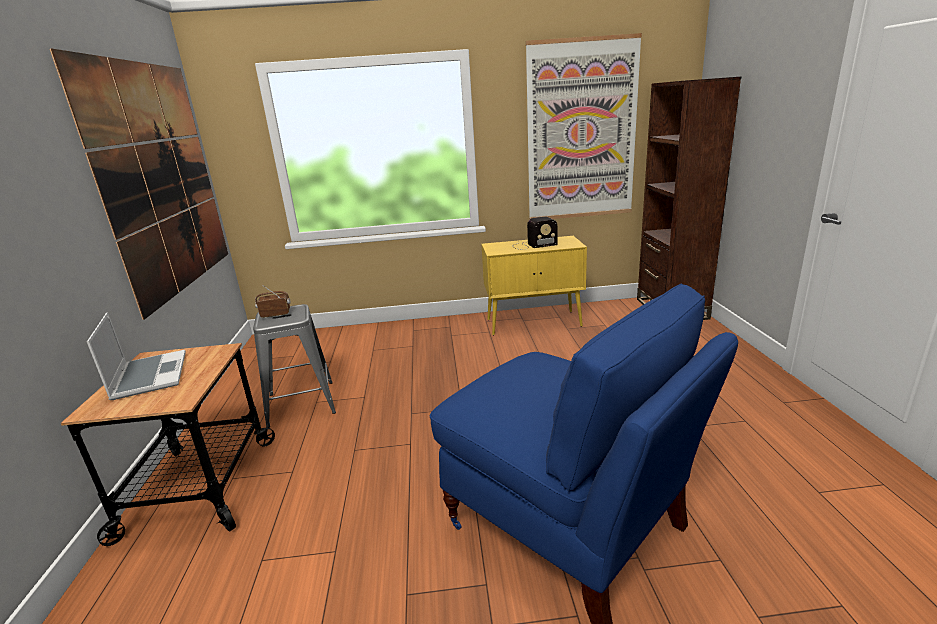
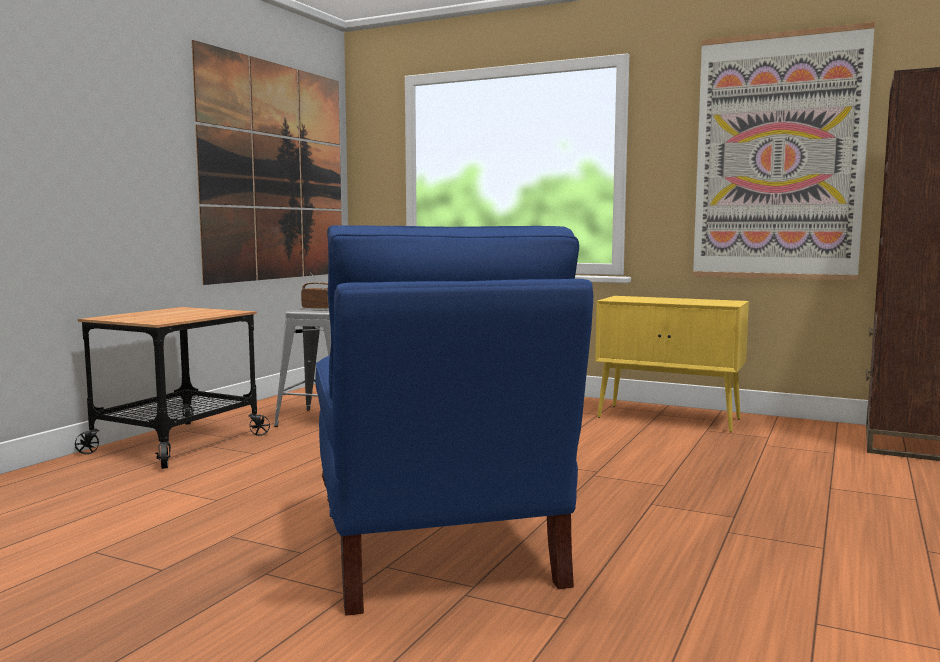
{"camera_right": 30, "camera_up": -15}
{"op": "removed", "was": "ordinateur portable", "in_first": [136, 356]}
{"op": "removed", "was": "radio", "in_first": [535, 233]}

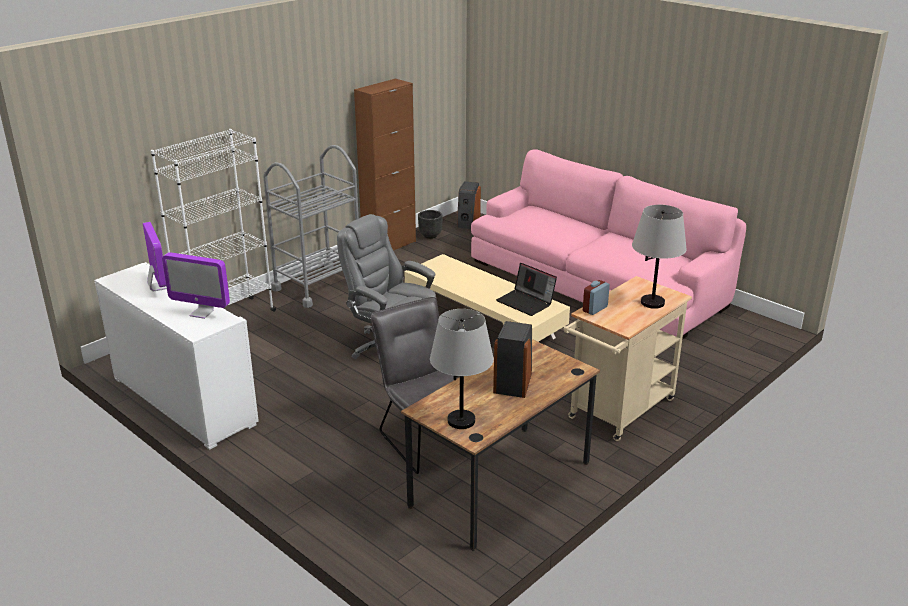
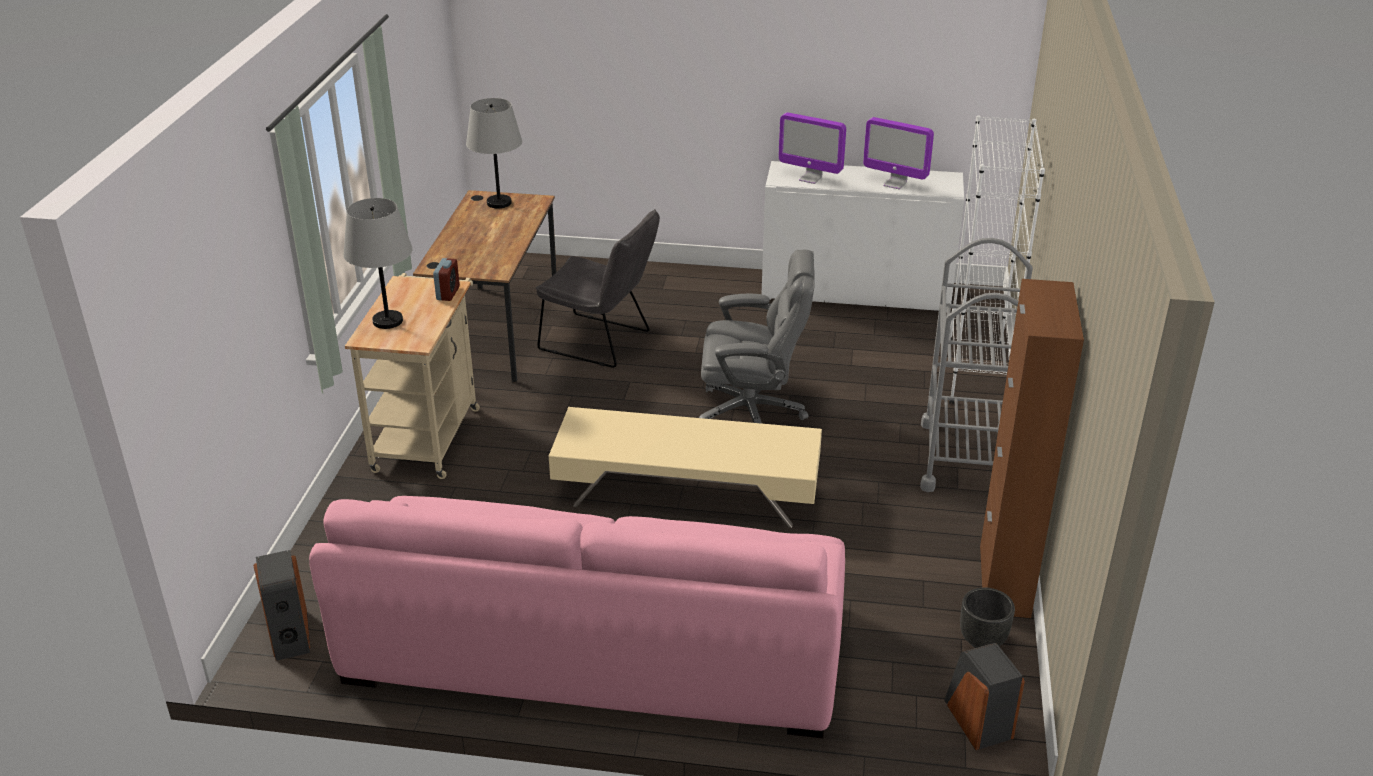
{"camera_right": 145, "camera_up": 5}
{"op": "moved", "was": "enceinte", "in_first": [512, 359], "in_second": [281, 605]}
{"op": "turned", "was": "écran d'ordinateur", "in_first": [196, 285], "in_second": [812, 148], "clockwise": -135}
{"op": "removed", "was": "ordinateur portable", "in_first": [526, 289]}

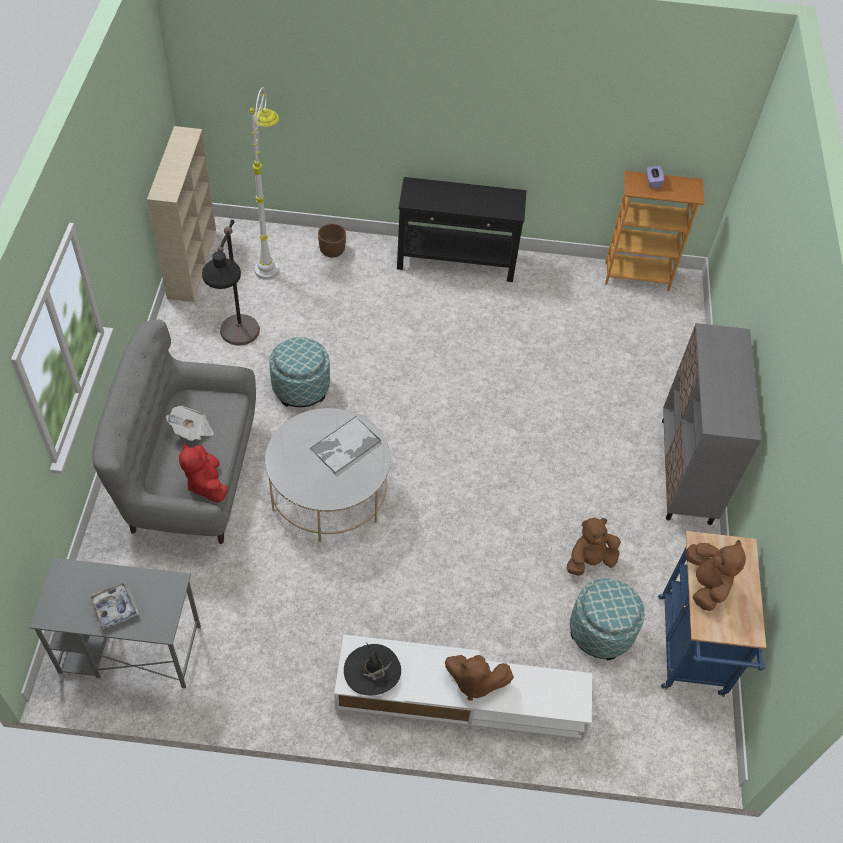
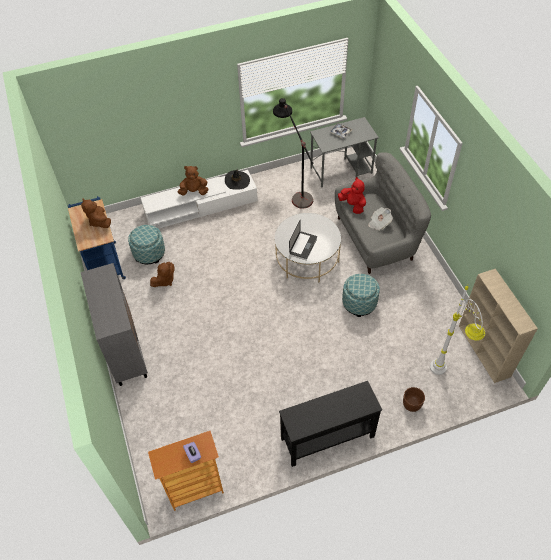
{"camera_right": 160, "camera_up": 0}
{"op": "moved", "was": "lampadaire (noir)", "in_first": [231, 283], "in_second": [293, 153]}
{"op": "replaced", "was": "plateau", "now": "ordinateur portable", "in_first": [345, 445], "in_second": [303, 239]}

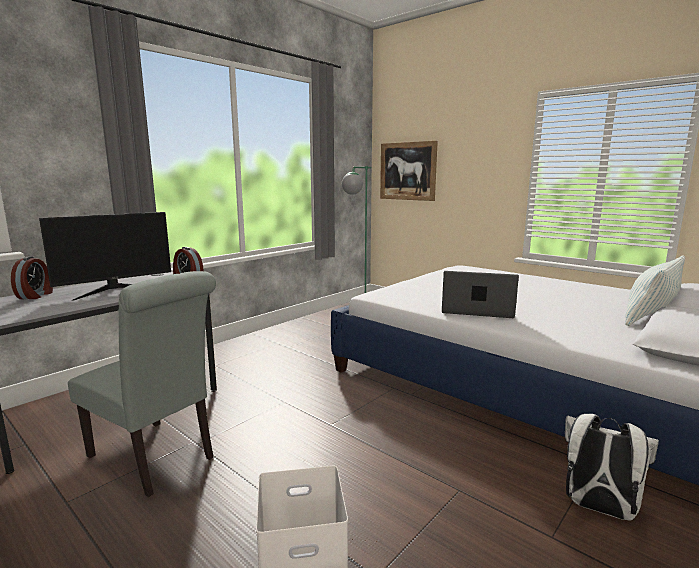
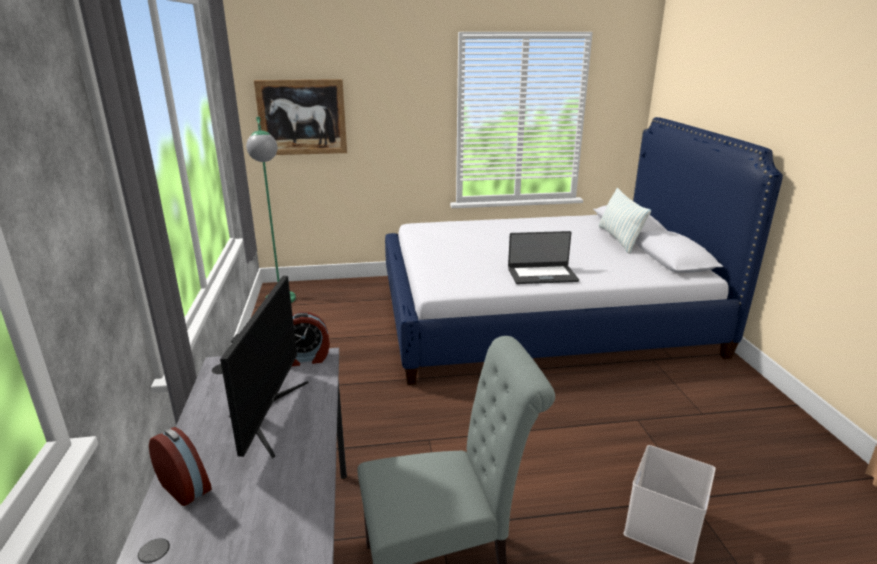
{"camera_right": -50, "camera_up": 10}
{"op": "turned", "was": "ordinateur portable", "in_first": [480, 294], "in_second": [543, 257], "clockwise": -150}
{"op": "removed", "was": "sac à dos (blanc)", "in_first": [612, 467]}

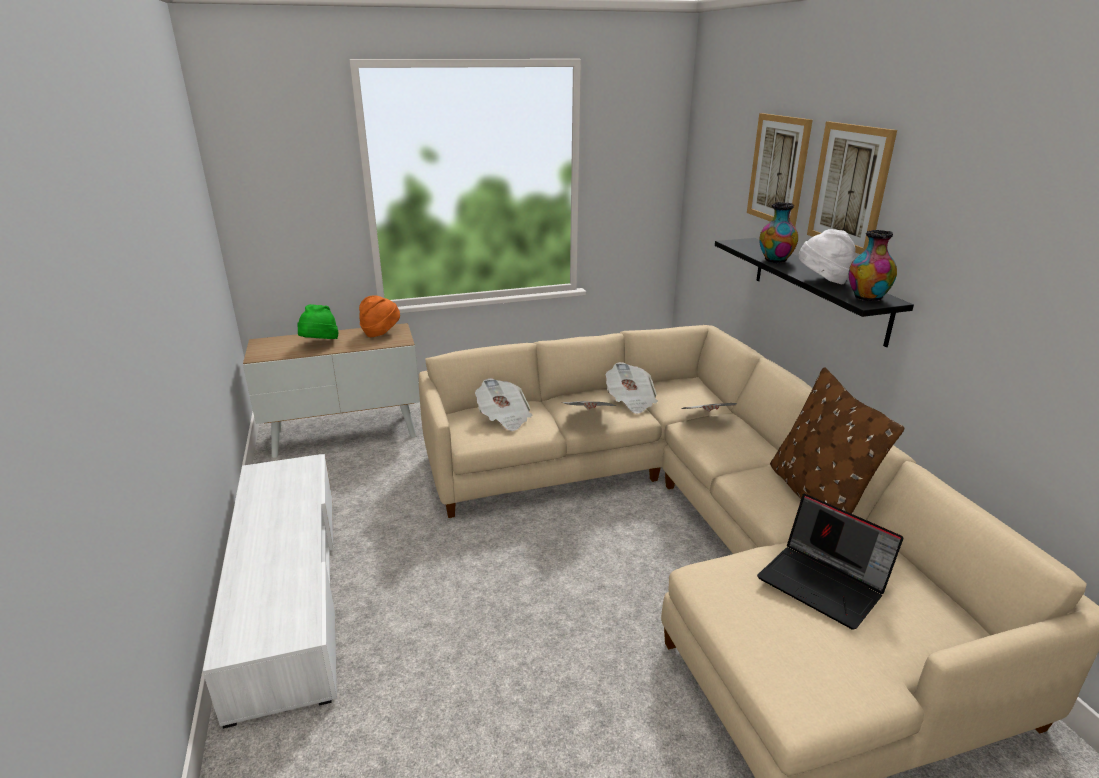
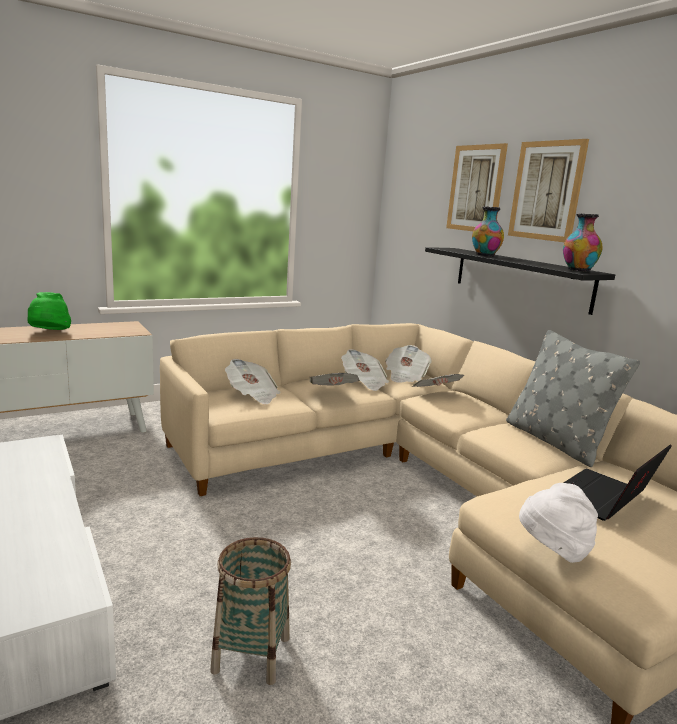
{"camera_right": -15, "camera_up": -10}
{"op": "added", "now": "panier", "in_second": [250, 611]}
{"op": "added", "now": "journal", "in_second": [408, 364]}
{"op": "recoloured", "was": "coussin (marron)", "now": "coussin (gris)", "in_first": [837, 441], "in_second": [573, 398]}
{"op": "moved", "was": "chapeau (blanc)", "in_first": [826, 256], "in_second": [558, 523]}
{"op": "turned", "was": "ordinateur portable", "in_first": [830, 562], "in_second": [618, 482], "clockwise": 105}
{"op": "removed", "was": "chapeau (orange)", "in_first": [379, 316]}

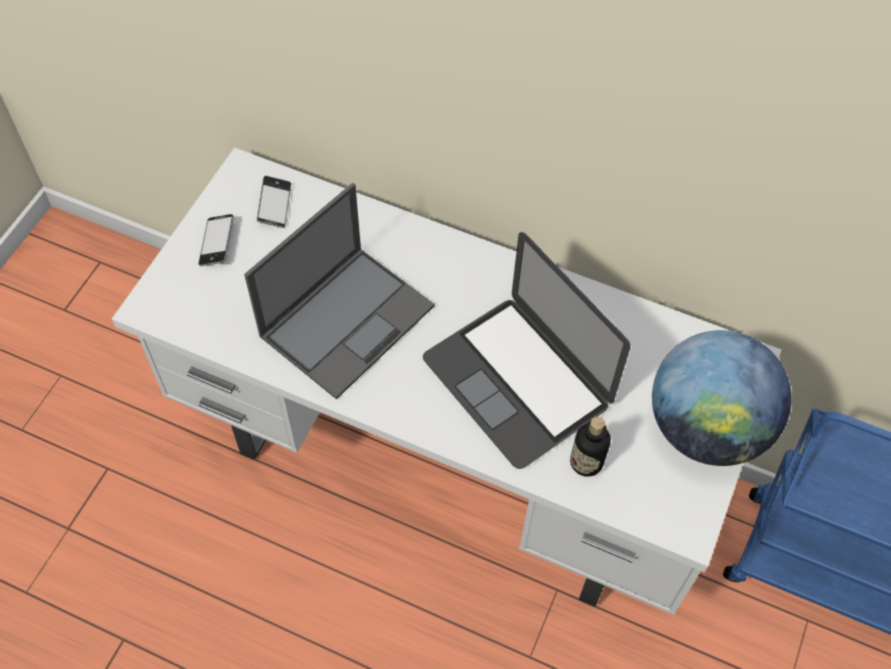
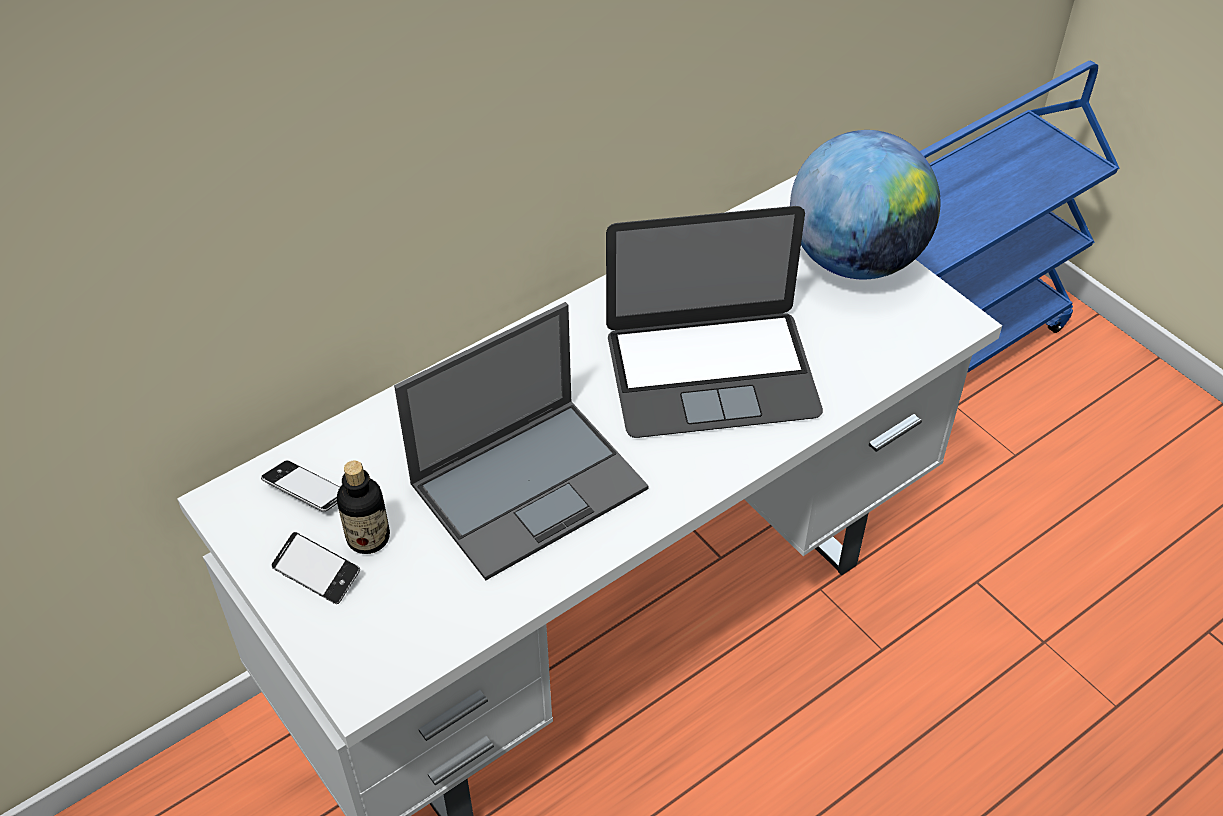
{"camera_right": -60, "camera_up": -10}
{"op": "moved", "was": "bouteille", "in_first": [590, 447], "in_second": [363, 507]}
{"op": "turned", "was": "ordinateur portable", "in_first": [339, 291], "in_second": [521, 441], "clockwise": 75}

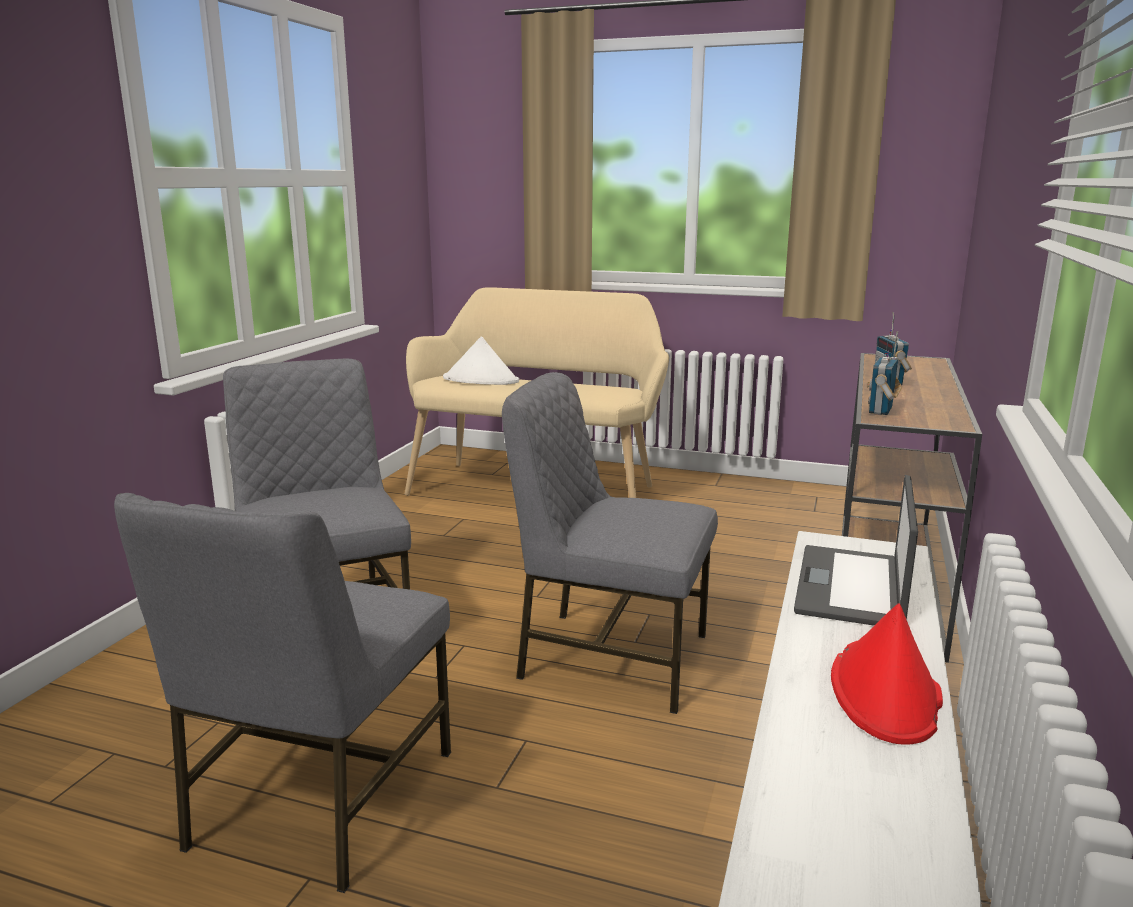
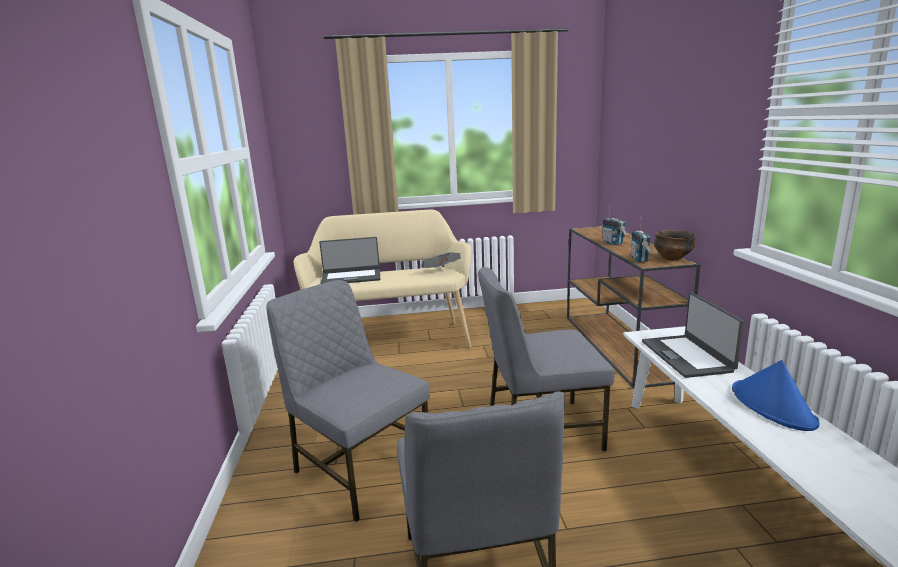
{"camera_right": -25, "camera_up": 0}
{"op": "replaced", "was": "chapeau (blanc)", "now": "ordinateur portable", "in_first": [481, 361], "in_second": [349, 260]}
{"op": "added", "now": "journal", "in_second": [441, 260]}
{"op": "added", "now": "bol", "in_second": [675, 245]}
{"op": "recoloured", "was": "chapeau (rouge)", "now": "chapeau (bleu)", "in_first": [887, 674], "in_second": [775, 395]}

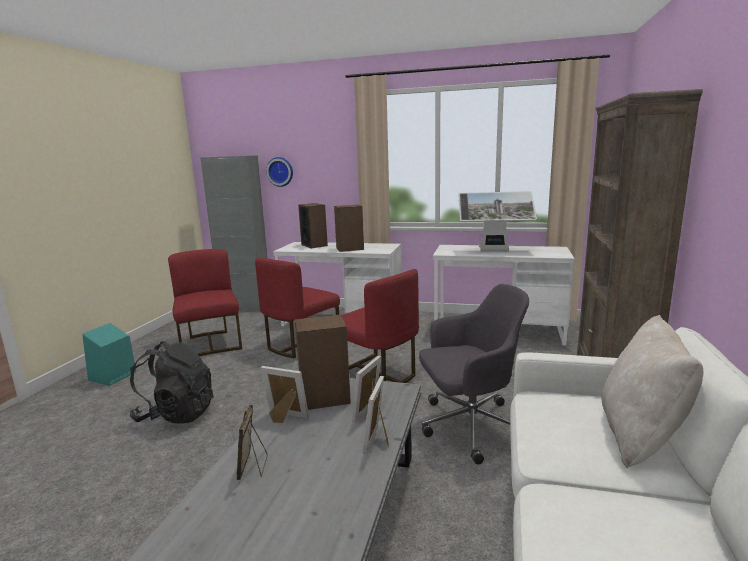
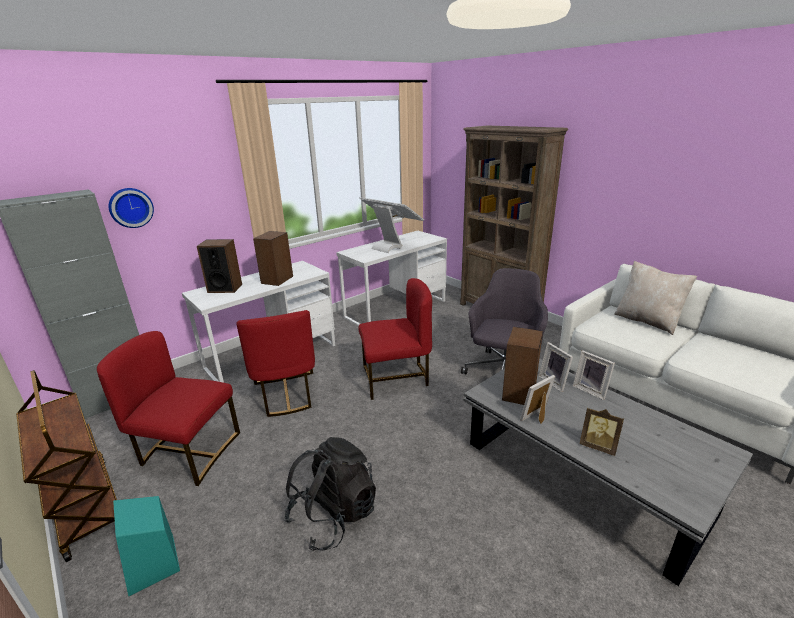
{"camera_right": -55, "camera_up": 10}
{"op": "added", "now": "chariot (marron)", "in_second": [66, 466]}
{"op": "turned", "was": "écran d'ordinateur", "in_first": [497, 221], "in_second": [391, 225], "clockwise": -90}

